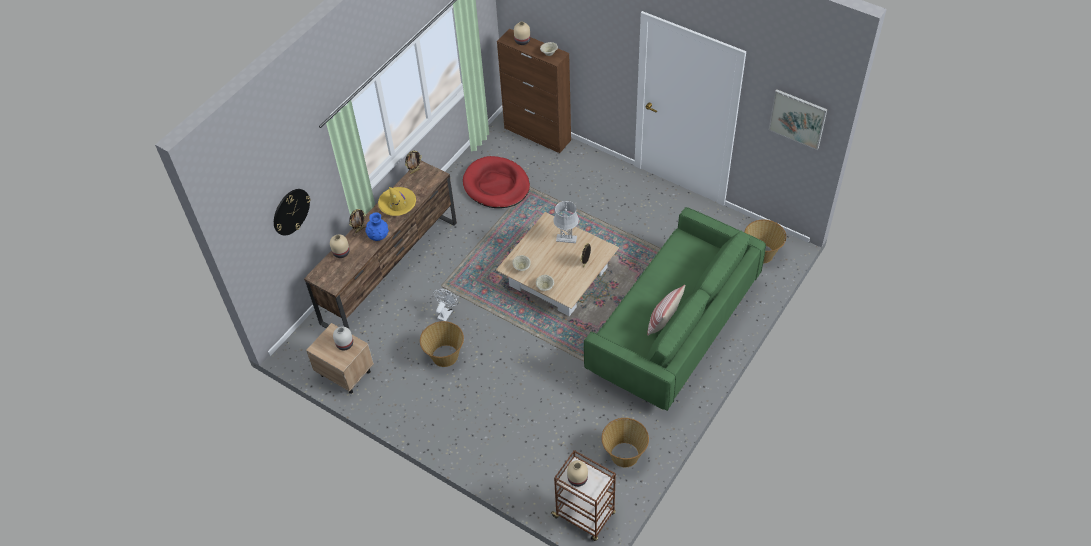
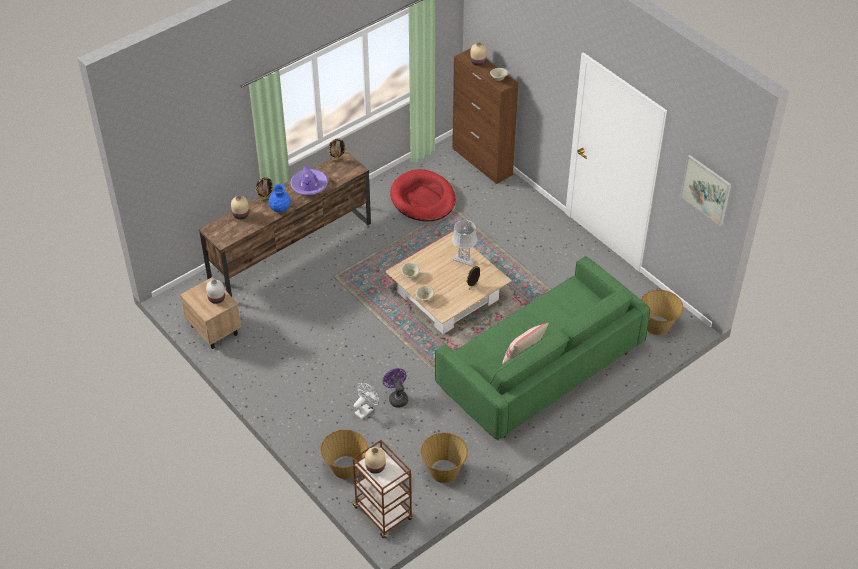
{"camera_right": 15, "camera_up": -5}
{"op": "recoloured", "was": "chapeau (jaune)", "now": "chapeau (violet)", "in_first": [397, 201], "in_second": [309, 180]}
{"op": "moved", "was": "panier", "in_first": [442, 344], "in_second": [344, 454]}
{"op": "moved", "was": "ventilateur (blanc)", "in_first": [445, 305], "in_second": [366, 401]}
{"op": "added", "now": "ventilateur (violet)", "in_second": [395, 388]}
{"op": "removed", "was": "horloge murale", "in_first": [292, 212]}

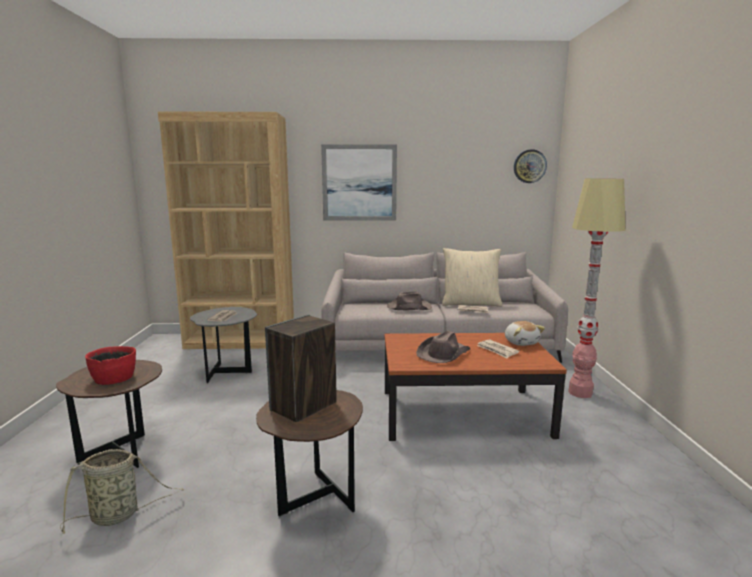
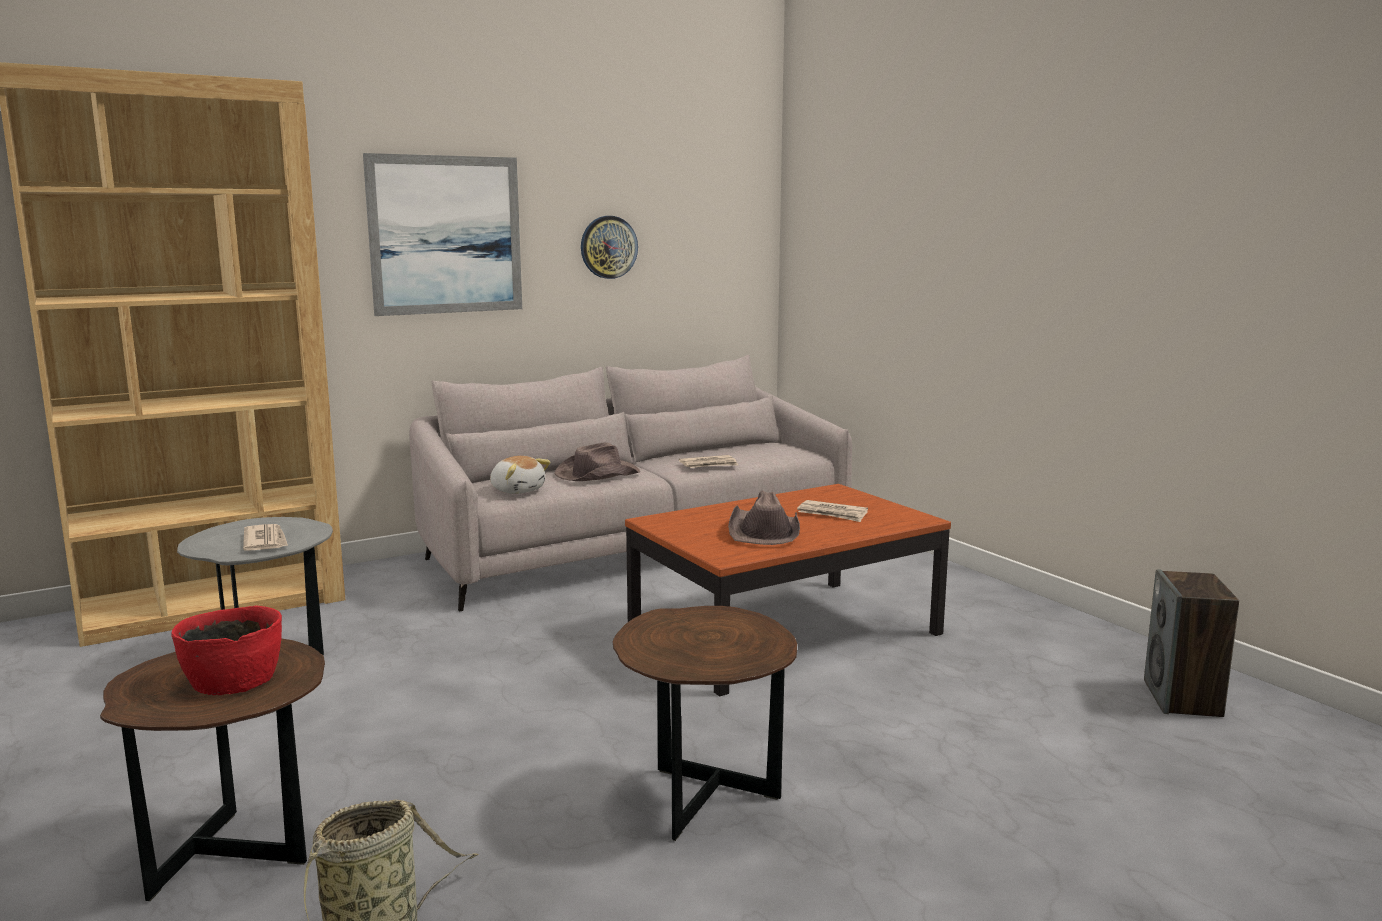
{"camera_right": -30, "camera_up": 0}
{"op": "moved", "was": "peluche", "in_first": [525, 333], "in_second": [520, 475]}
{"op": "moved", "was": "horloge murale", "in_first": [530, 166], "in_second": [609, 247]}
{"op": "moved", "was": "enceinte", "in_first": [301, 368], "in_second": [1191, 643]}
{"op": "removed", "was": "coussin (beige)", "in_first": [472, 277]}
{"op": "removed", "was": "lampadaire", "in_first": [597, 288]}

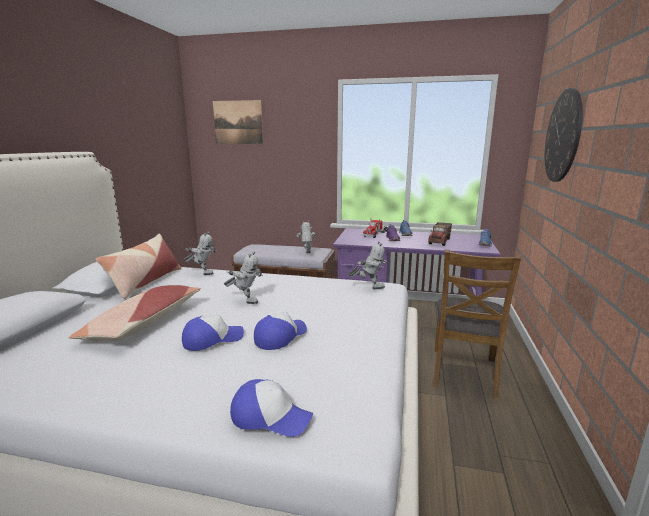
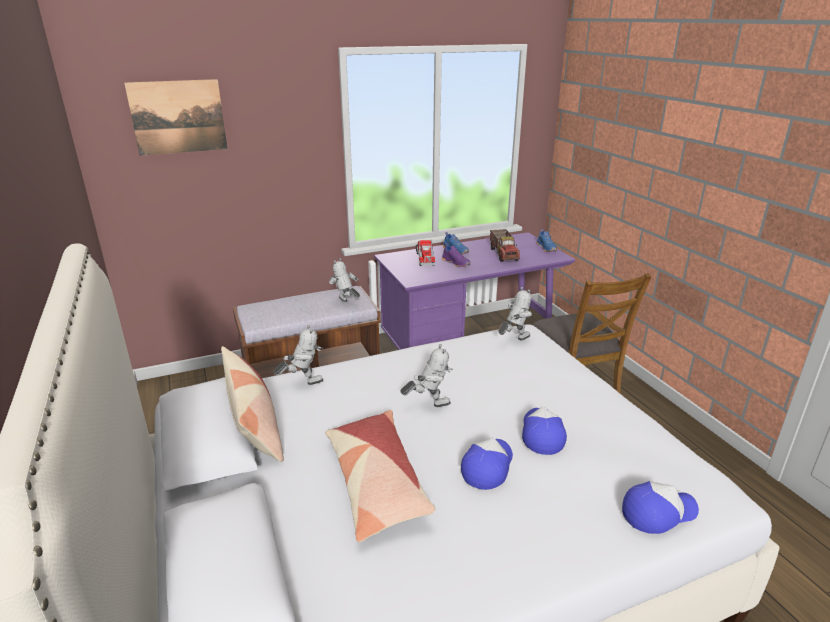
{"camera_right": -35, "camera_up": 10}
{"op": "removed", "was": "horloge murale", "in_first": [563, 135]}

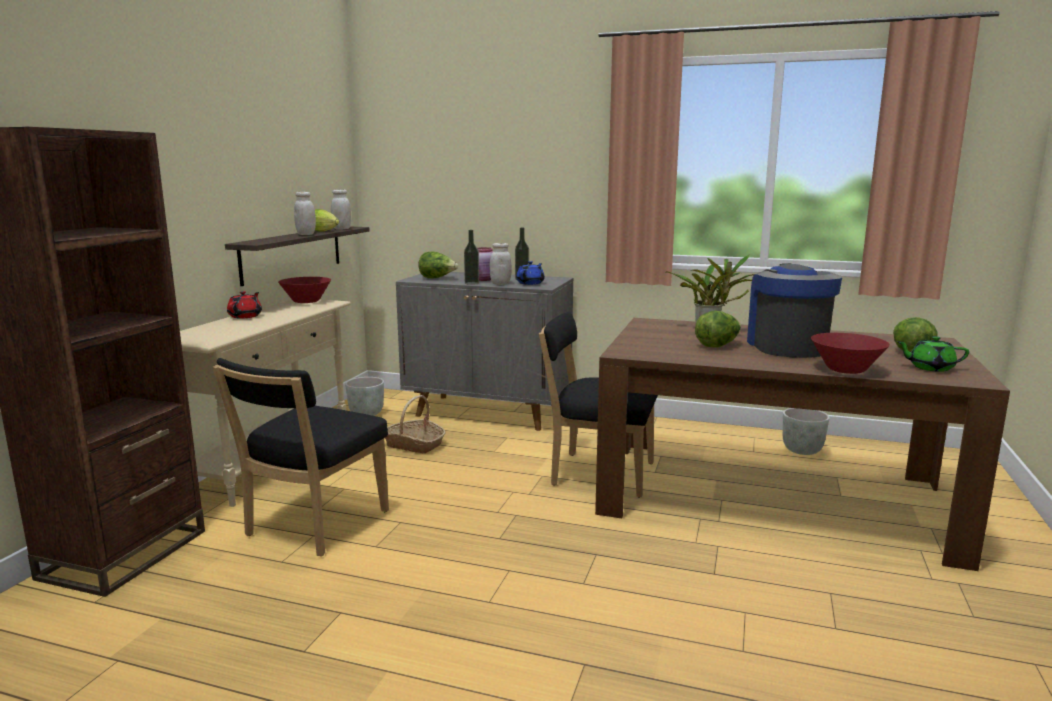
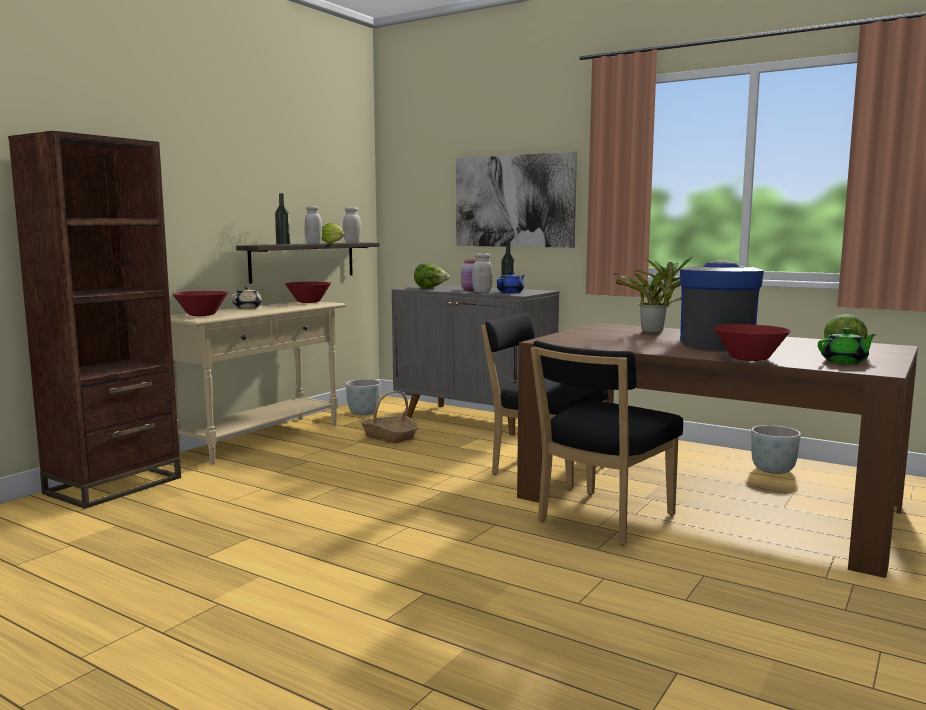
{"camera_right": 15, "camera_up": -5}
{"op": "added", "now": "bol (rouge)", "in_second": [200, 303]}
{"op": "recoloured", "was": "théière (rouge)", "now": "théière (beige)", "in_first": [244, 305], "in_second": [247, 297]}
{"op": "moved", "was": "bouteille", "in_first": [471, 257], "in_second": [282, 219]}
{"op": "added", "now": "tableau", "in_second": [516, 200]}
{"op": "moved", "was": "chaise (noir)", "in_first": [301, 457], "in_second": [607, 443]}
{"op": "turned", "was": "théière (vert)", "in_first": [933, 354], "in_second": [847, 346], "clockwise": 135}
{"op": "removed", "was": "laitue", "in_first": [718, 329]}

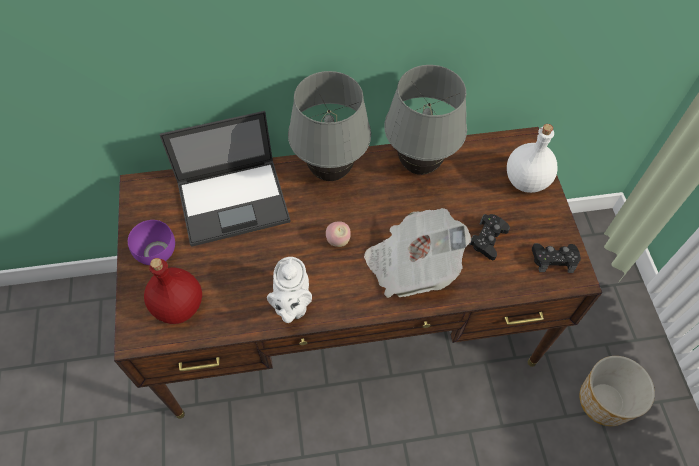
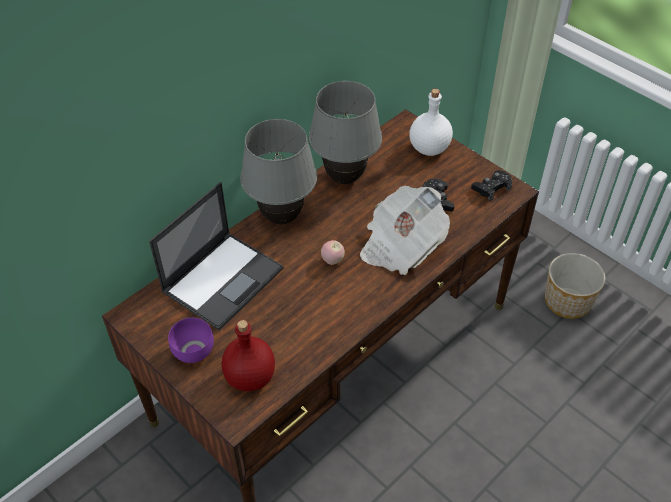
{"camera_right": -35, "camera_up": -10}
{"op": "removed", "was": "théière (blanc)", "in_first": [289, 290]}

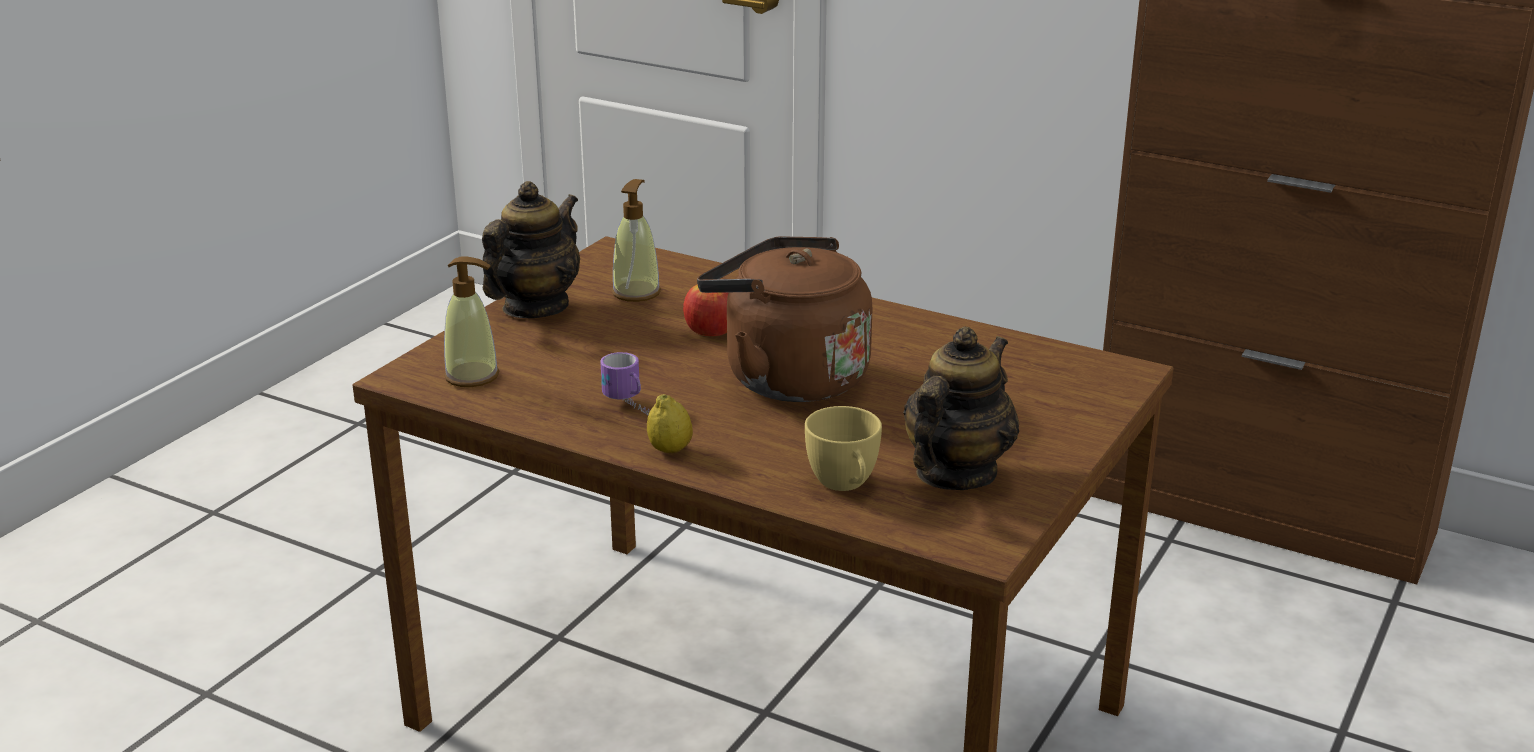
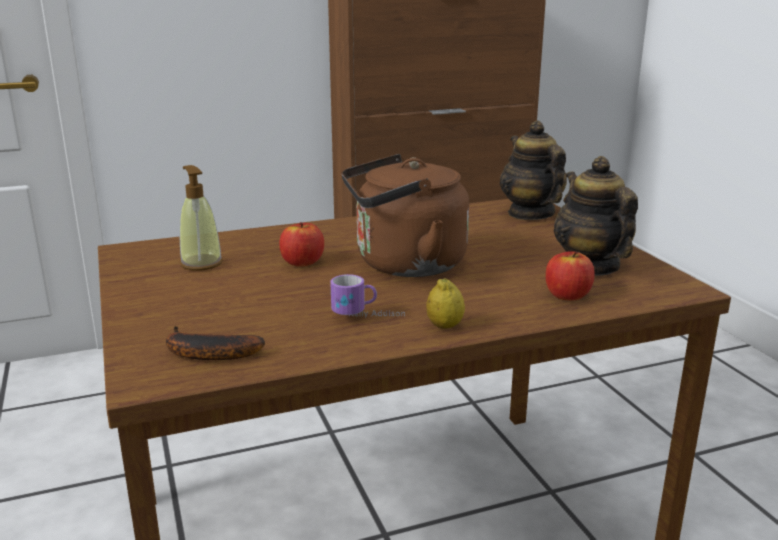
{"camera_right": -50, "camera_up": -5}
{"op": "replaced", "was": "distributeur de savon", "now": "banane", "in_first": [471, 321], "in_second": [215, 343]}
{"op": "moved", "was": "théière", "in_first": [531, 249], "in_second": [533, 170]}
{"op": "replaced", "was": "tasse (jaune)", "now": "pomme", "in_first": [843, 448], "in_second": [570, 276]}

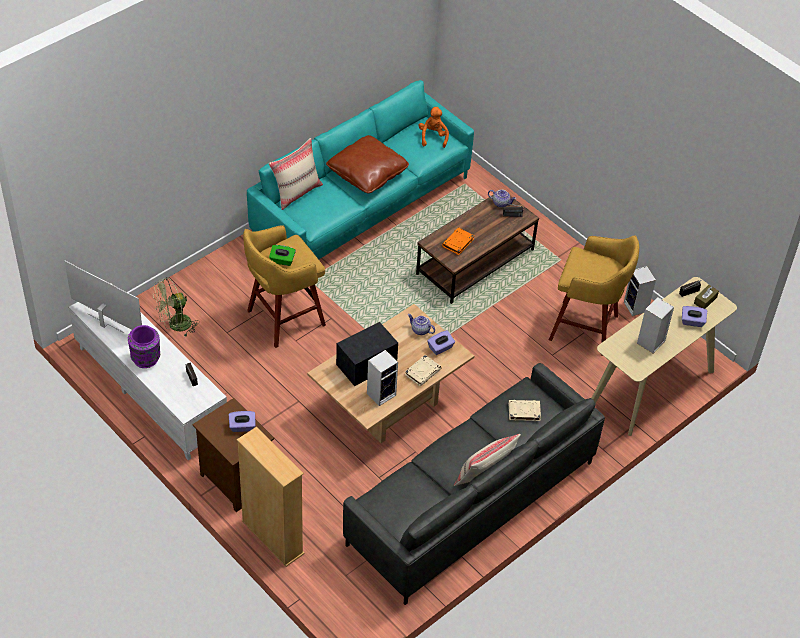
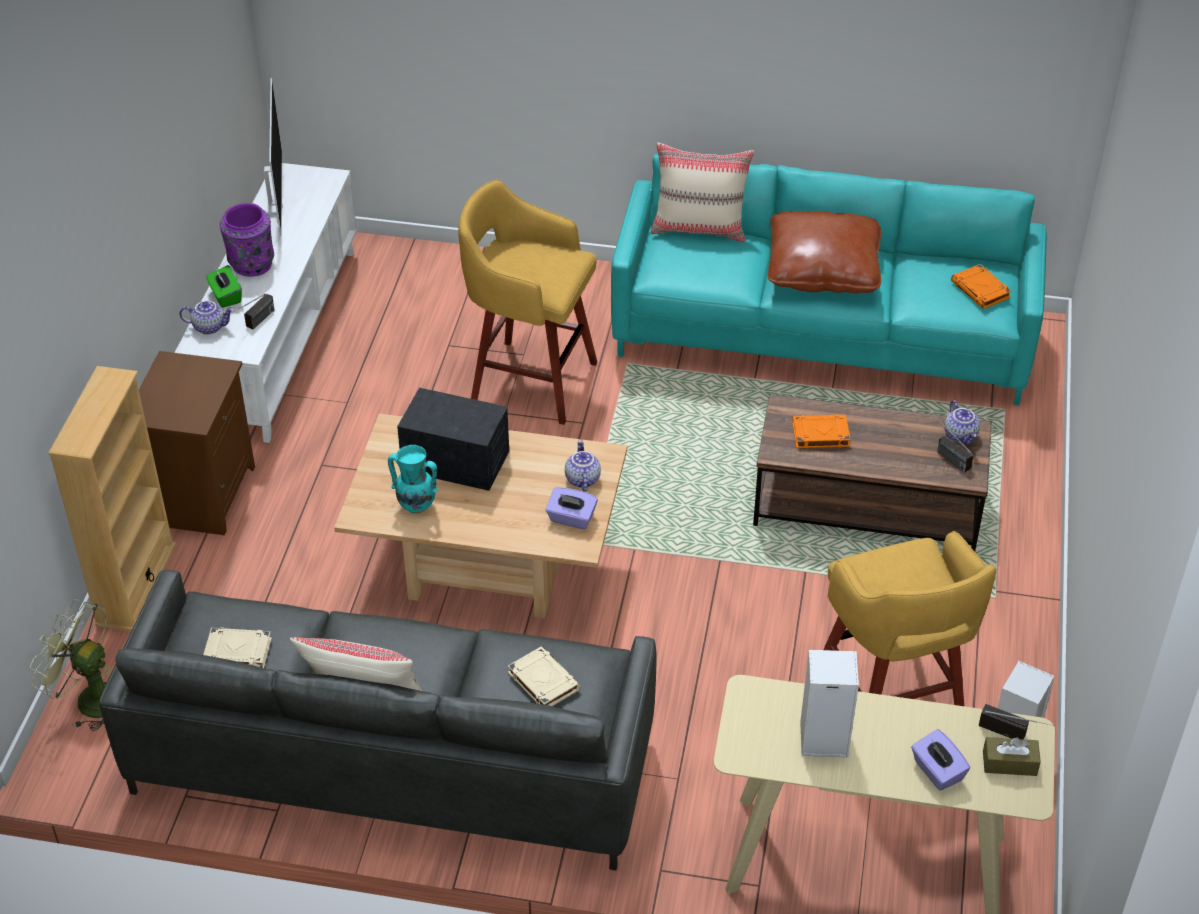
{"camera_right": 55, "camera_up": -5}
{"op": "moved", "was": "ventilateur (vert)", "in_first": [176, 307], "in_second": [70, 665]}
{"op": "added", "now": "théière", "in_second": [206, 318]}
{"op": "moved", "was": "livre (beige)", "in_first": [423, 370], "in_second": [237, 648]}
{"op": "moved", "was": "boîte à mouchoirs (vert)", "in_first": [282, 255], "in_second": [224, 286]}
{"op": "replaced", "was": "enceinte", "now": "vase (turquoise)", "in_first": [382, 378], "in_second": [413, 479]}
{"op": "replaced", "was": "peluche (orange)", "now": "livre (orange)", "in_first": [434, 127], "in_second": [981, 286]}
{"op": "removed", "was": "boîte à mouchoirs (violet)", "in_first": [242, 421]}

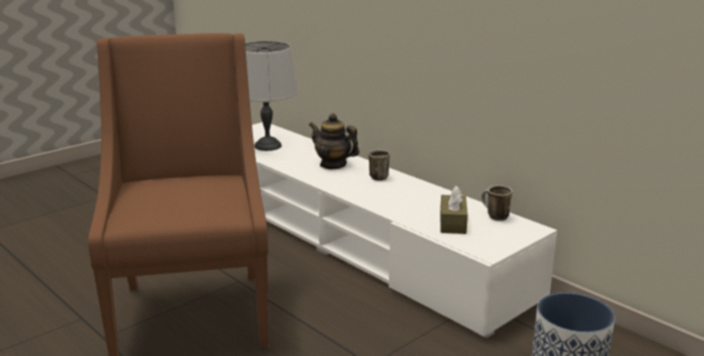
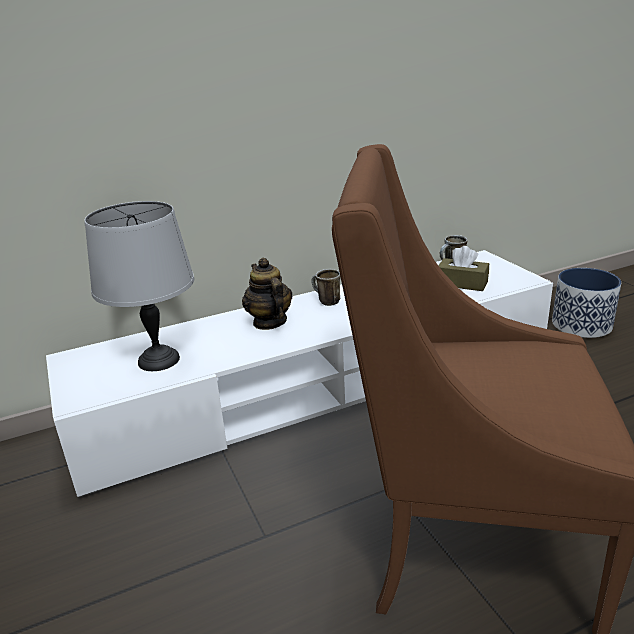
{"camera_right": -70, "camera_up": 5}
{"op": "turned", "was": "théière", "in_first": [334, 141], "in_second": [267, 294], "clockwise": 105}

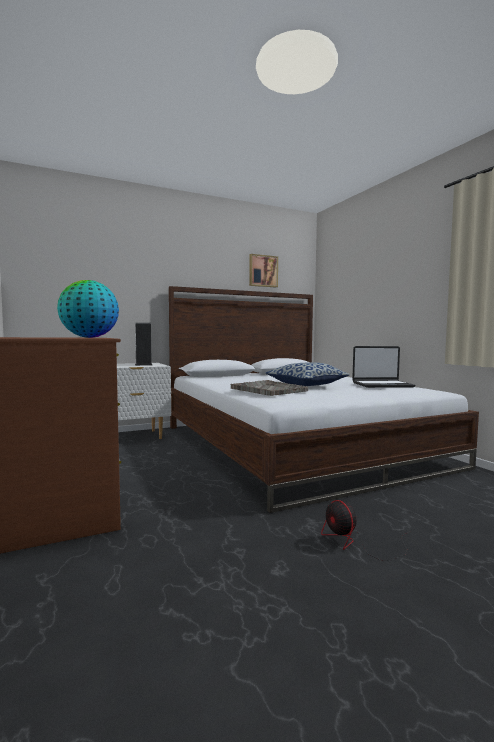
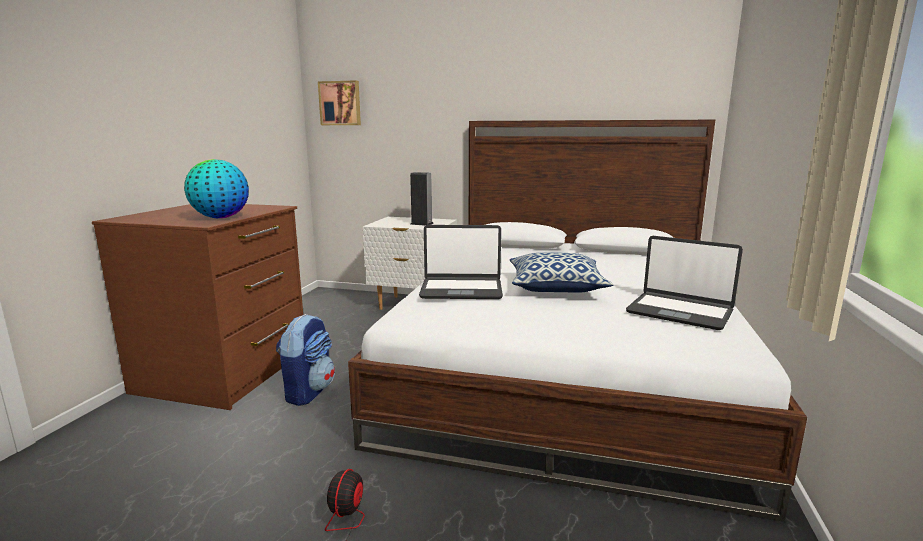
{"camera_right": 40, "camera_up": 10}
{"op": "added", "now": "sac à dos", "in_second": [305, 360]}
{"op": "moved", "was": "tableau", "in_first": [263, 271], "in_second": [339, 102]}
{"op": "replaced", "was": "plateau (gris)", "now": "ordinateur portable", "in_first": [270, 388], "in_second": [461, 262]}

